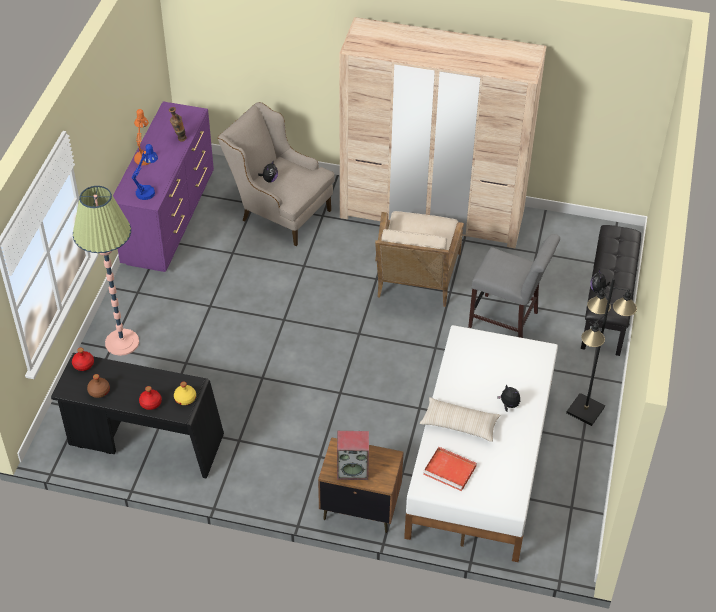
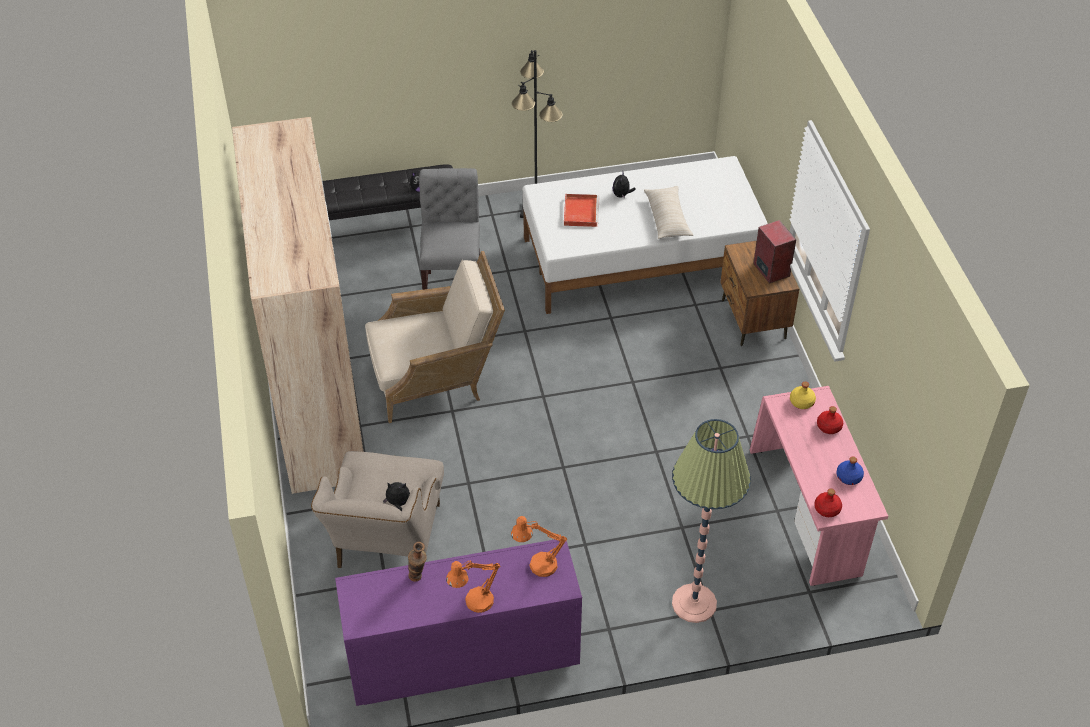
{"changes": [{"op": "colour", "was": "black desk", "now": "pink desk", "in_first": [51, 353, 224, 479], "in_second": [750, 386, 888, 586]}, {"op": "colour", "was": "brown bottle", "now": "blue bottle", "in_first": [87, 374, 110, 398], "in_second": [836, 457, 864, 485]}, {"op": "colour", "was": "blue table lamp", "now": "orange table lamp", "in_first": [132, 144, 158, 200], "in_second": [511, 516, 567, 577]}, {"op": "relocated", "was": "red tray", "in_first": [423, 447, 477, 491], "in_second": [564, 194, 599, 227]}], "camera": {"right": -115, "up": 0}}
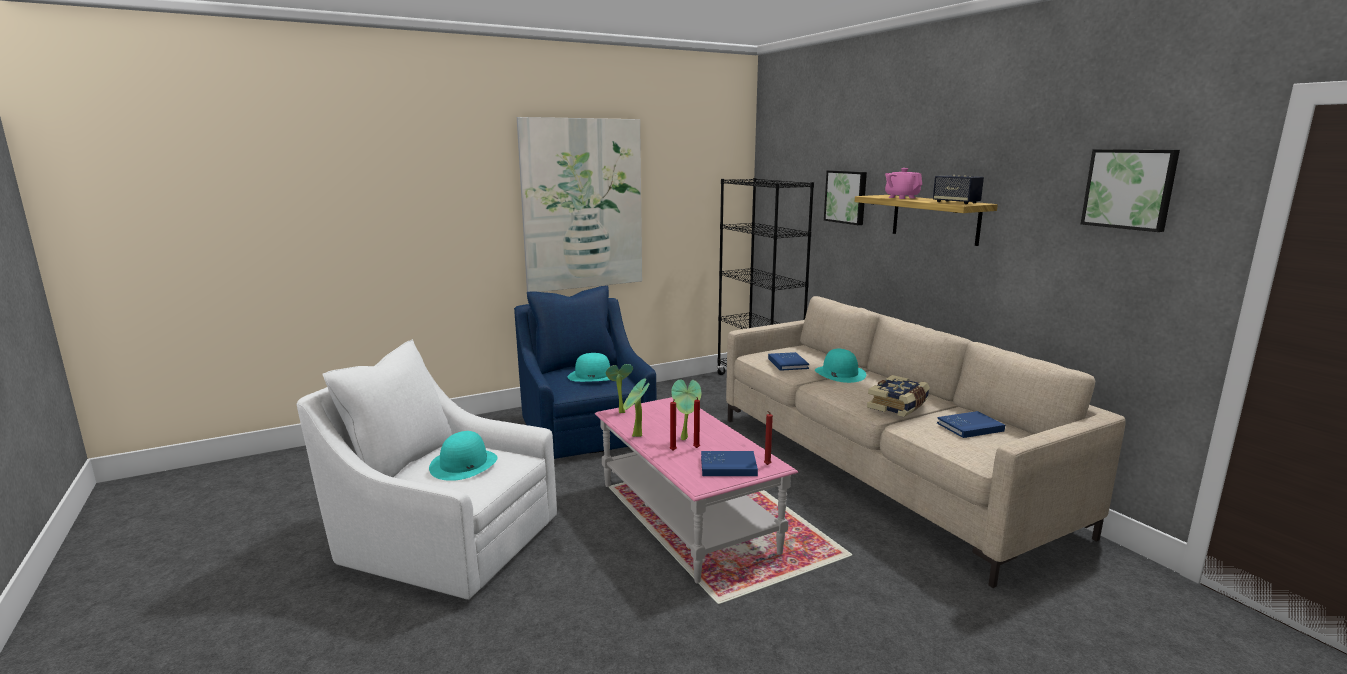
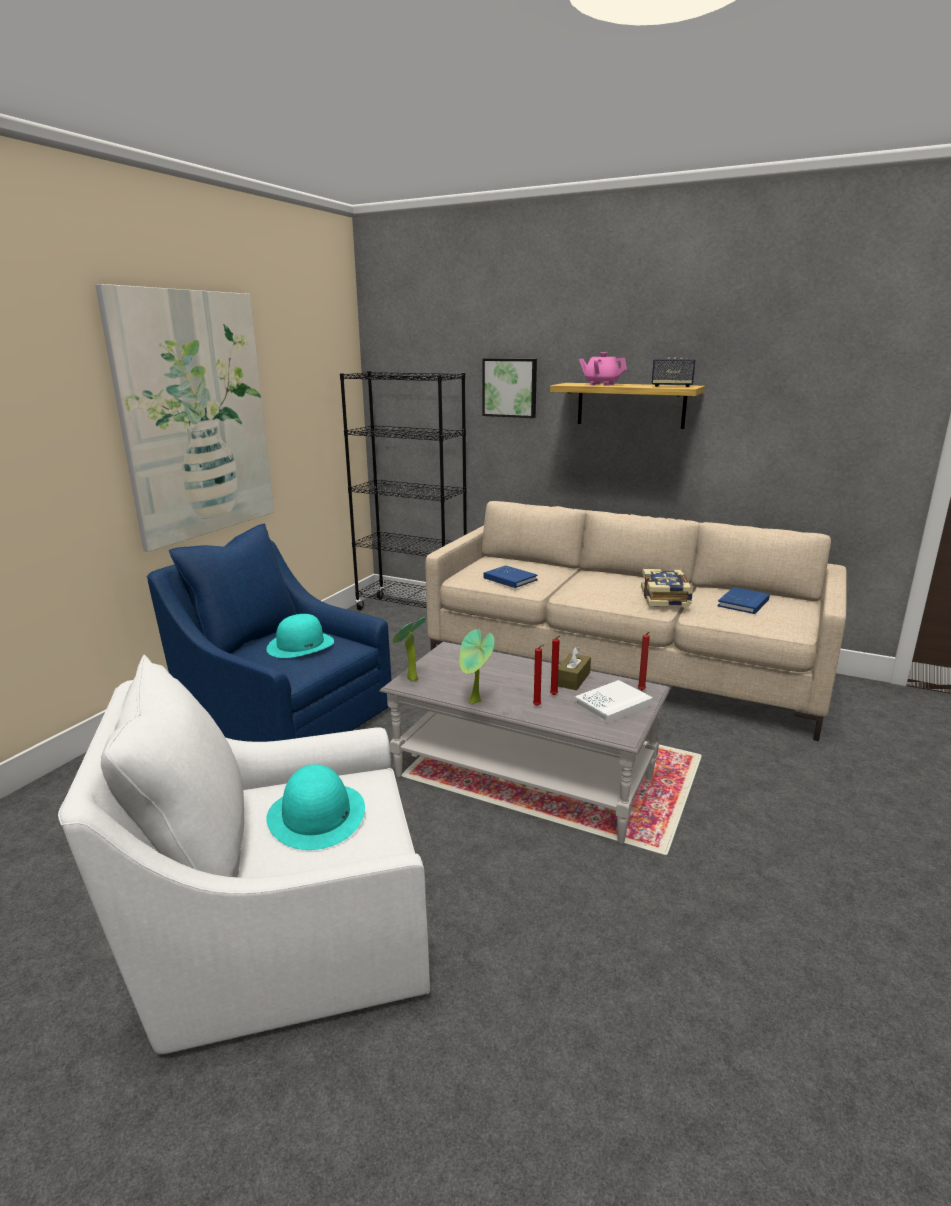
{"changes": [{"op": "colour", "was": "pink coffee table", "now": "grey coffee table", "in_first": [595, 397, 798, 584], "in_second": [379, 642, 671, 844]}, {"op": "missing", "was": "potted plant", "in_first": [671, 379, 701, 440]}, {"op": "colour", "was": "blue book", "now": "white book", "in_first": [701, 451, 758, 476], "in_second": [574, 680, 653, 723]}, {"op": "missing", "was": "turquoise hat", "in_first": [815, 349, 866, 383]}, {"op": "missing", "was": "picture", "in_first": [1081, 149, 1180, 232]}, {"op": "appeared", "now": "brown tissue box", "in_second": [558, 646, 591, 690]}], "camera": {"right": -35, "up": 5}}
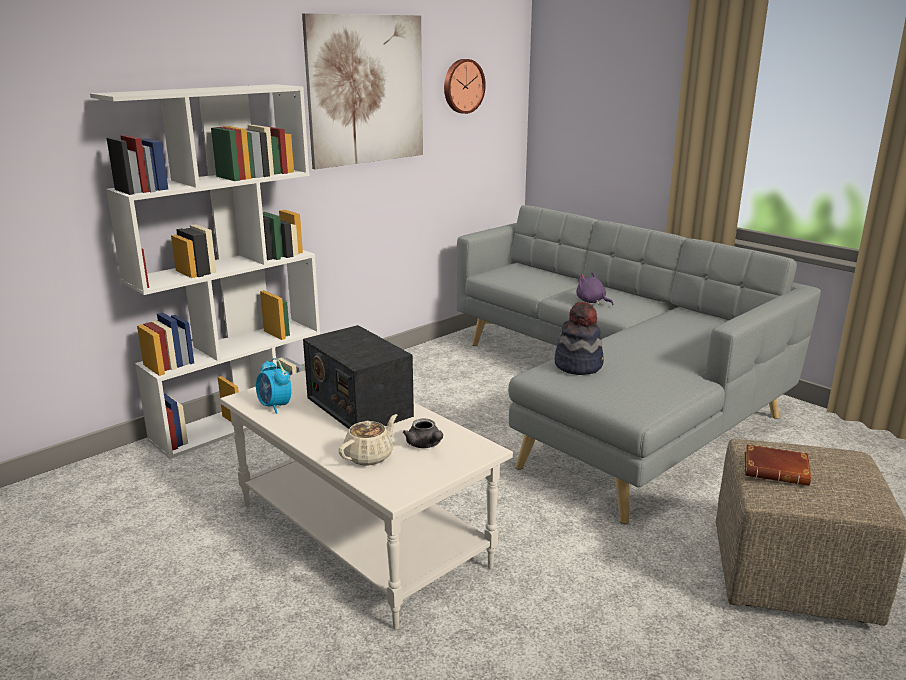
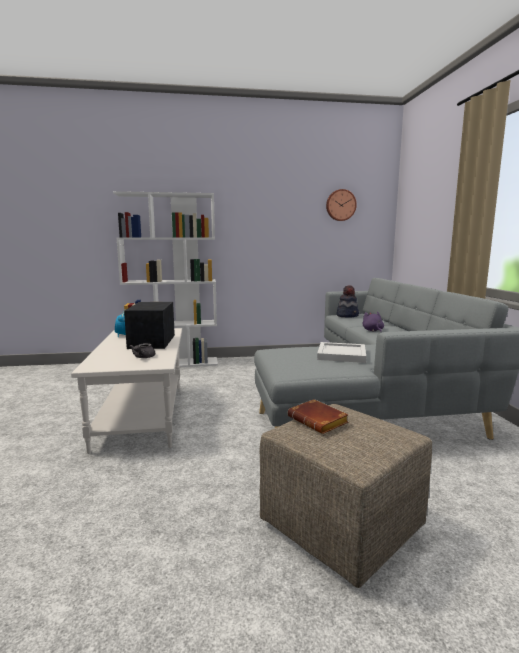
{"changes": [{"op": "missing", "was": "picture", "in_first": [302, 13, 423, 169]}, {"op": "missing", "was": "beige teapot", "in_first": [339, 414, 397, 466]}, {"op": "relocated", "was": "hat", "in_first": [555, 301, 604, 375], "in_second": [336, 285, 359, 318]}, {"op": "appeared", "now": "white tray", "in_second": [317, 342, 366, 363]}], "camera": {"right": 35, "up": -10}}
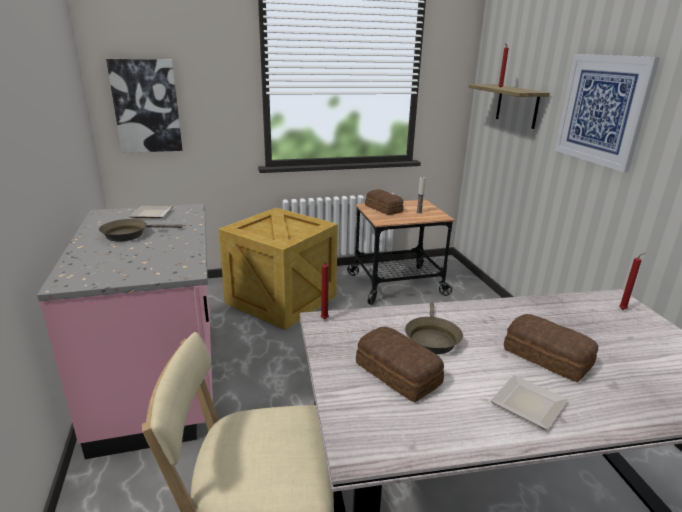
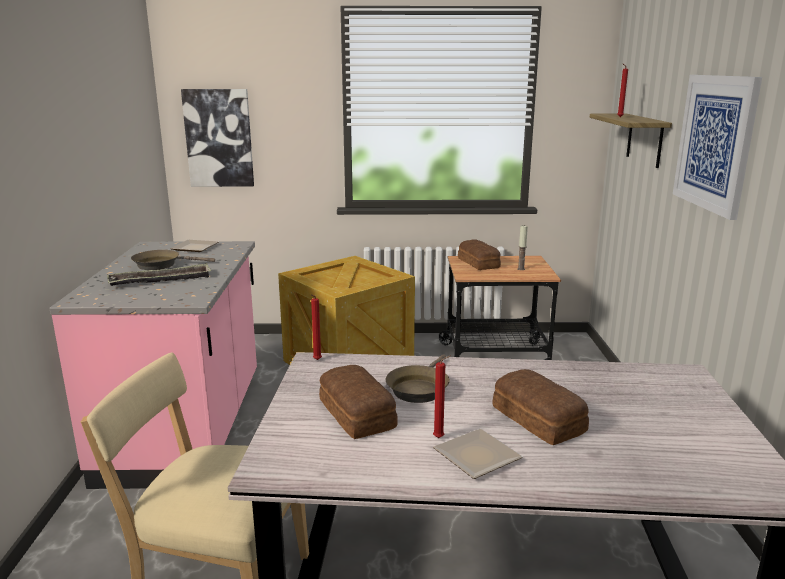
{"changes": [{"op": "relocated", "was": "red candle", "in_first": [619, 253, 645, 310], "in_second": [433, 355, 451, 438]}, {"op": "appeared", "now": "tray", "in_second": [107, 263, 211, 286]}], "camera": {"right": 15, "up": -5}}
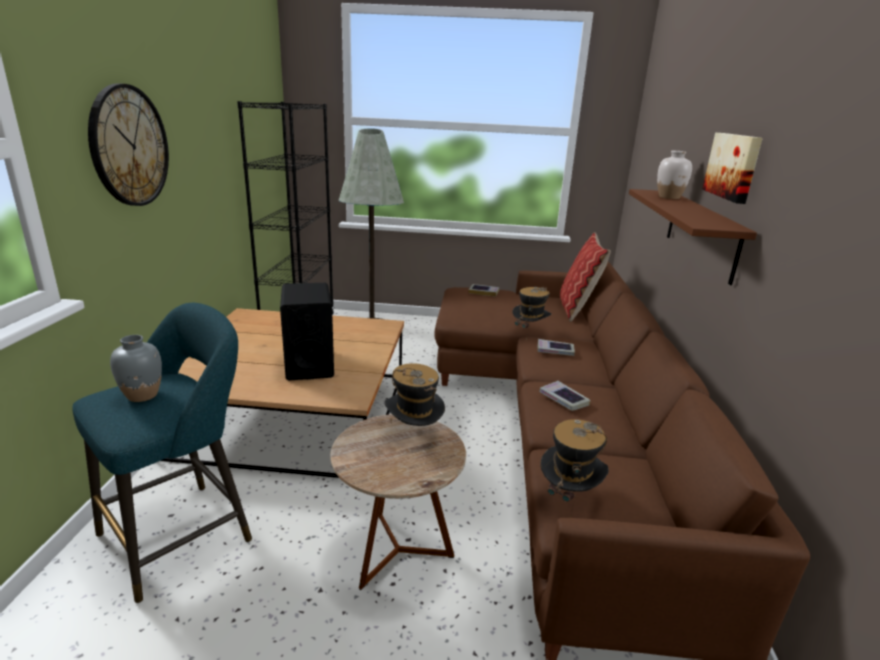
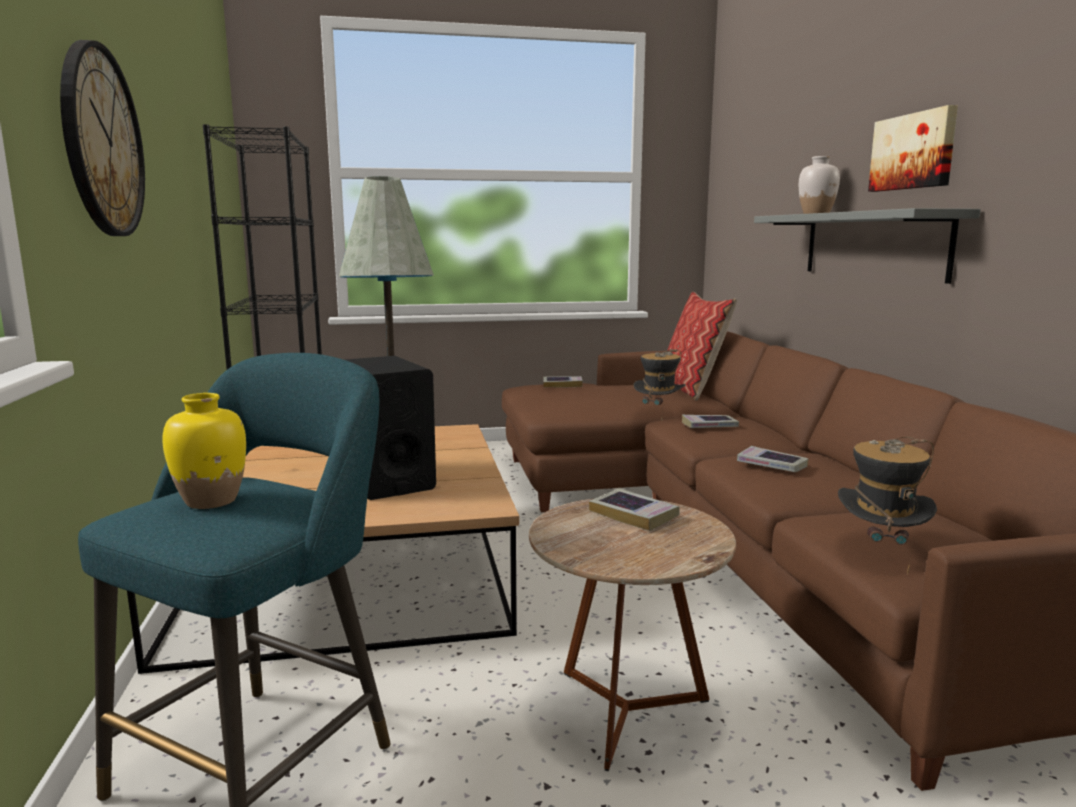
{"changes": [{"op": "colour", "was": "grey vase", "now": "yellow vase", "in_first": [110, 335, 162, 402], "in_second": [162, 393, 246, 509]}, {"op": "exchanged", "was": "hat", "now": "book", "in_first": [384, 363, 445, 426], "in_second": [589, 488, 680, 531]}, {"op": "colour", "was": "brown shelf", "now": "grey shelf", "in_first": [629, 189, 757, 285], "in_second": [754, 208, 981, 284]}], "camera": {"right": -15, "up": -10}}
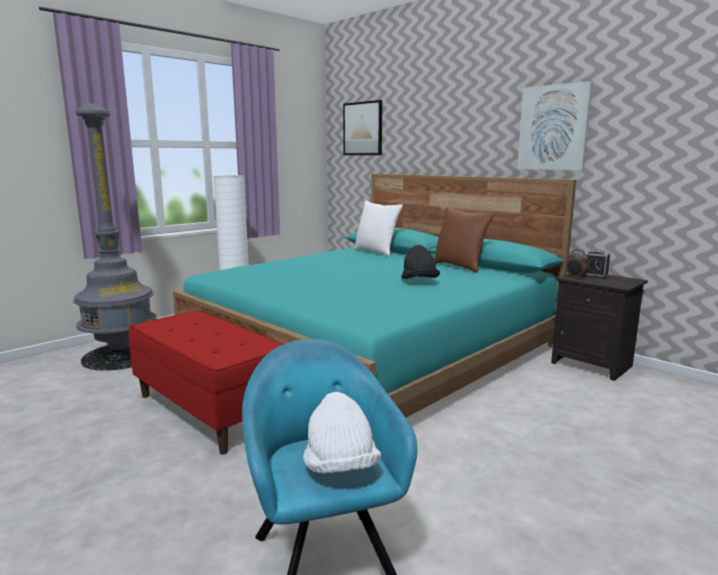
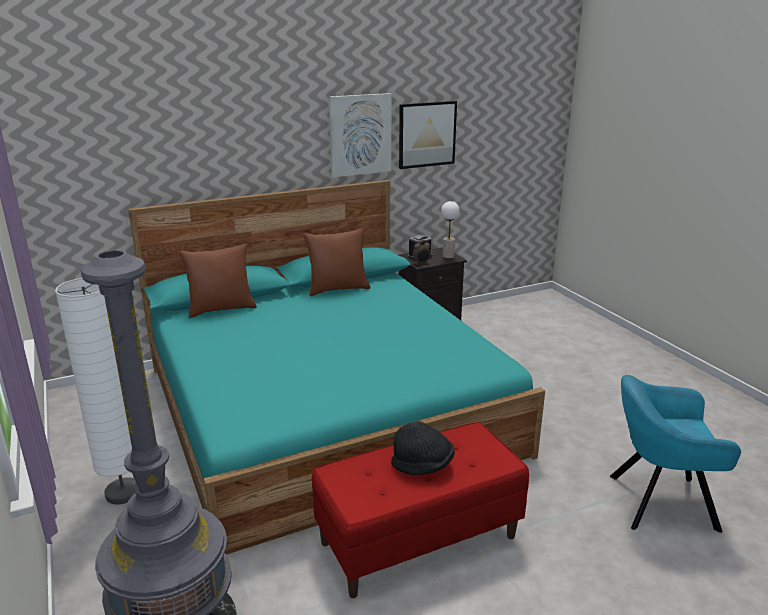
{"changes": [{"op": "missing", "was": "white hat", "in_first": [303, 392, 381, 473]}, {"op": "relocated", "was": "picture", "in_first": [343, 100, 382, 155], "in_second": [399, 101, 457, 169]}, {"op": "colour", "was": "white pillow", "now": "brown pillow", "in_first": [354, 201, 403, 256], "in_second": [179, 244, 257, 318]}, {"op": "relocated", "was": "black hat", "in_first": [401, 245, 440, 279], "in_second": [391, 421, 455, 475]}, {"op": "appeared", "now": "table lamp", "in_second": [441, 201, 460, 258]}], "camera": {"right": -70, "up": 10}}
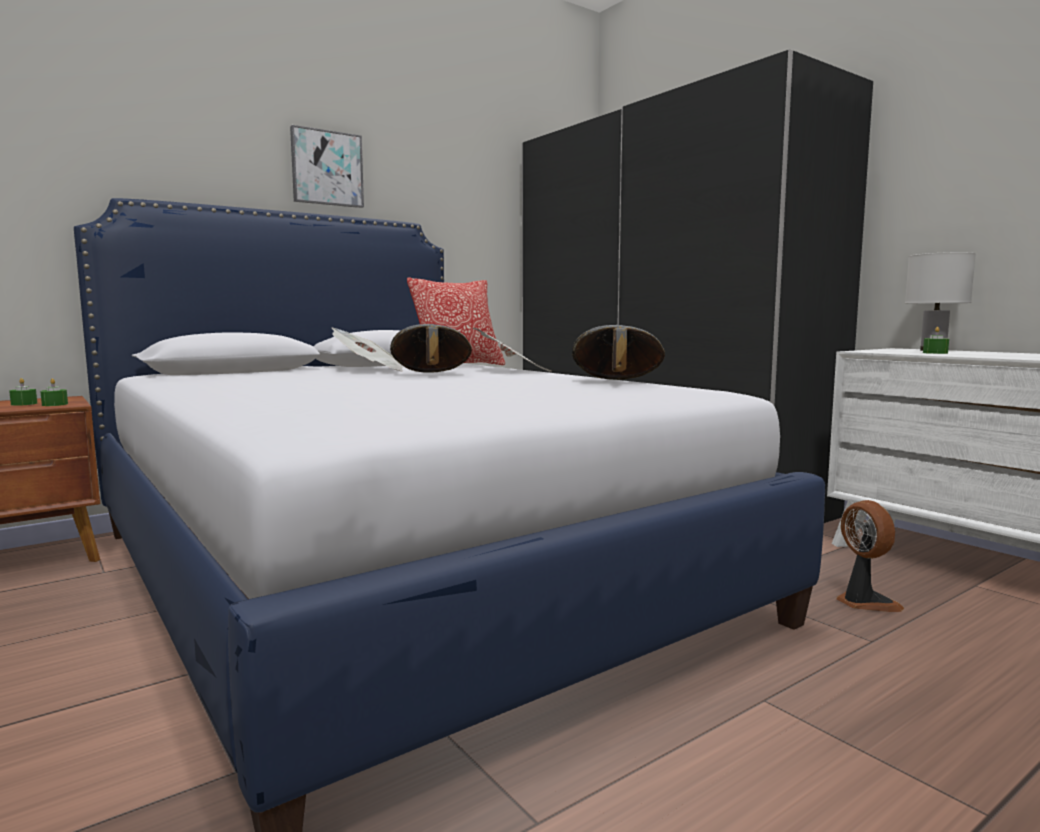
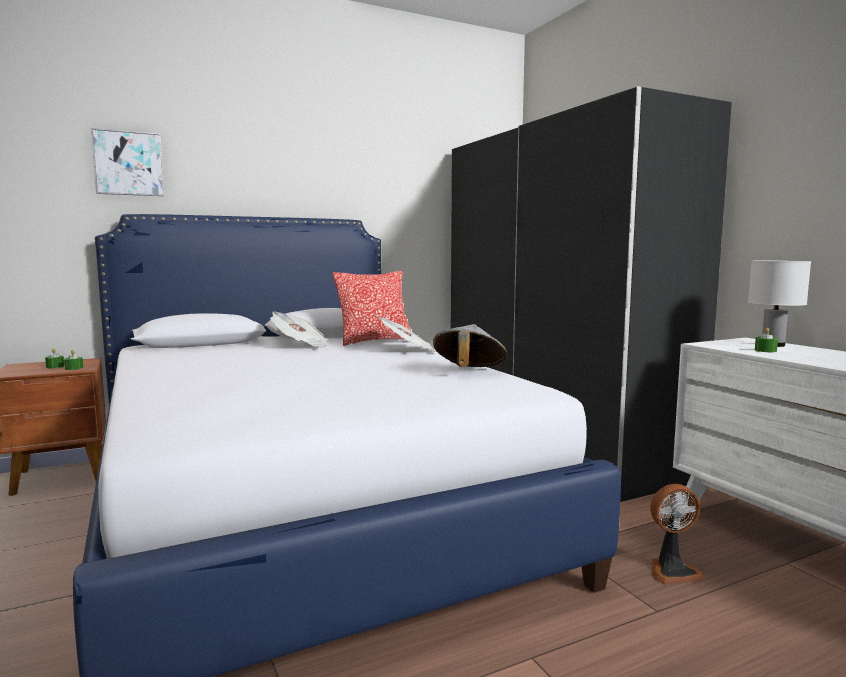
{"changes": [{"op": "relocated", "was": "picture", "in_first": [290, 125, 364, 208], "in_second": [91, 128, 164, 196]}, {"op": "missing", "was": "grey hat", "in_first": [390, 324, 472, 373]}, {"op": "spun", "was": "fan", "in_first": [836, 500, 904, 612], "in_second": [650, 484, 705, 584], "clockwise": 90}], "camera": {"right": 10, "up": 0}}
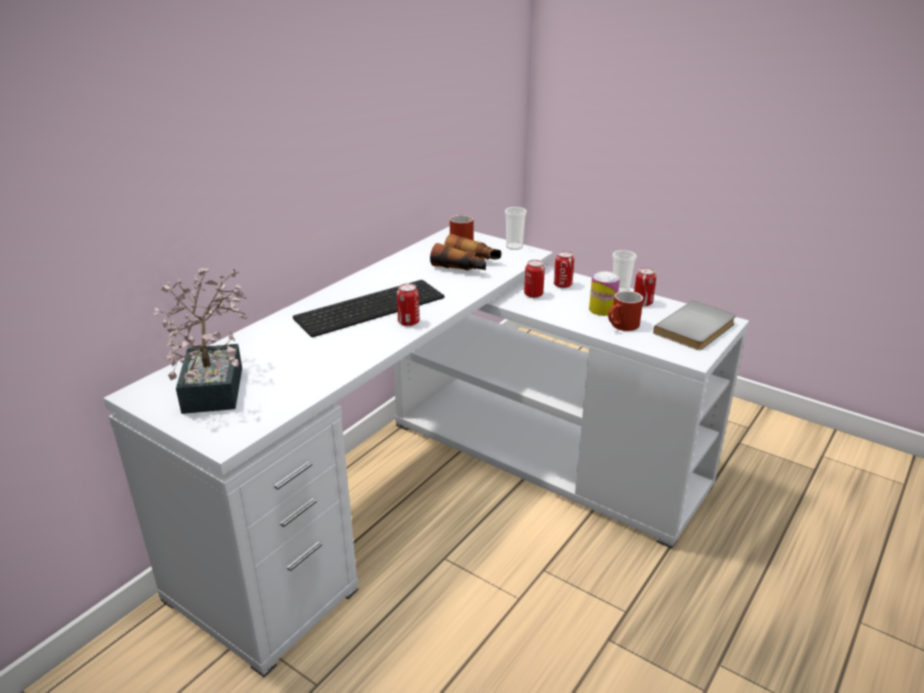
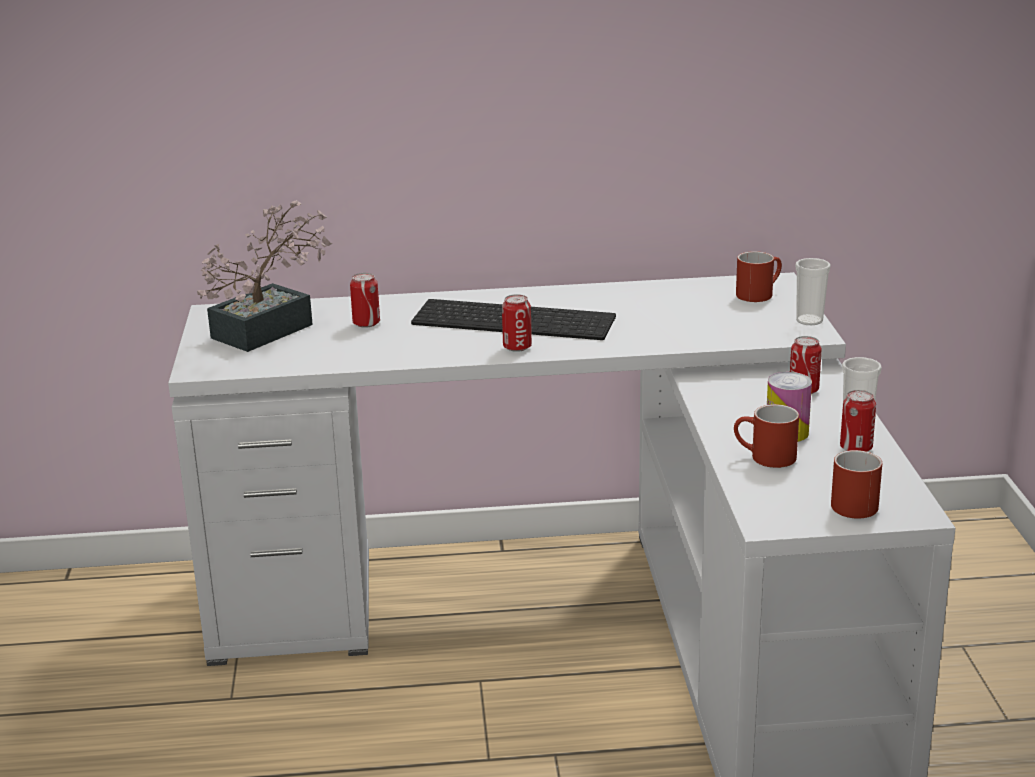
{"changes": [{"op": "missing", "was": "binoculars", "in_first": [430, 234, 501, 270]}, {"op": "relocated", "was": "can", "in_first": [524, 260, 545, 298], "in_second": [350, 273, 380, 328]}, {"op": "exchanged", "was": "grey book", "now": "red mug", "in_first": [653, 300, 736, 350], "in_second": [831, 450, 882, 519]}], "camera": {"right": 50, "up": -5}}
